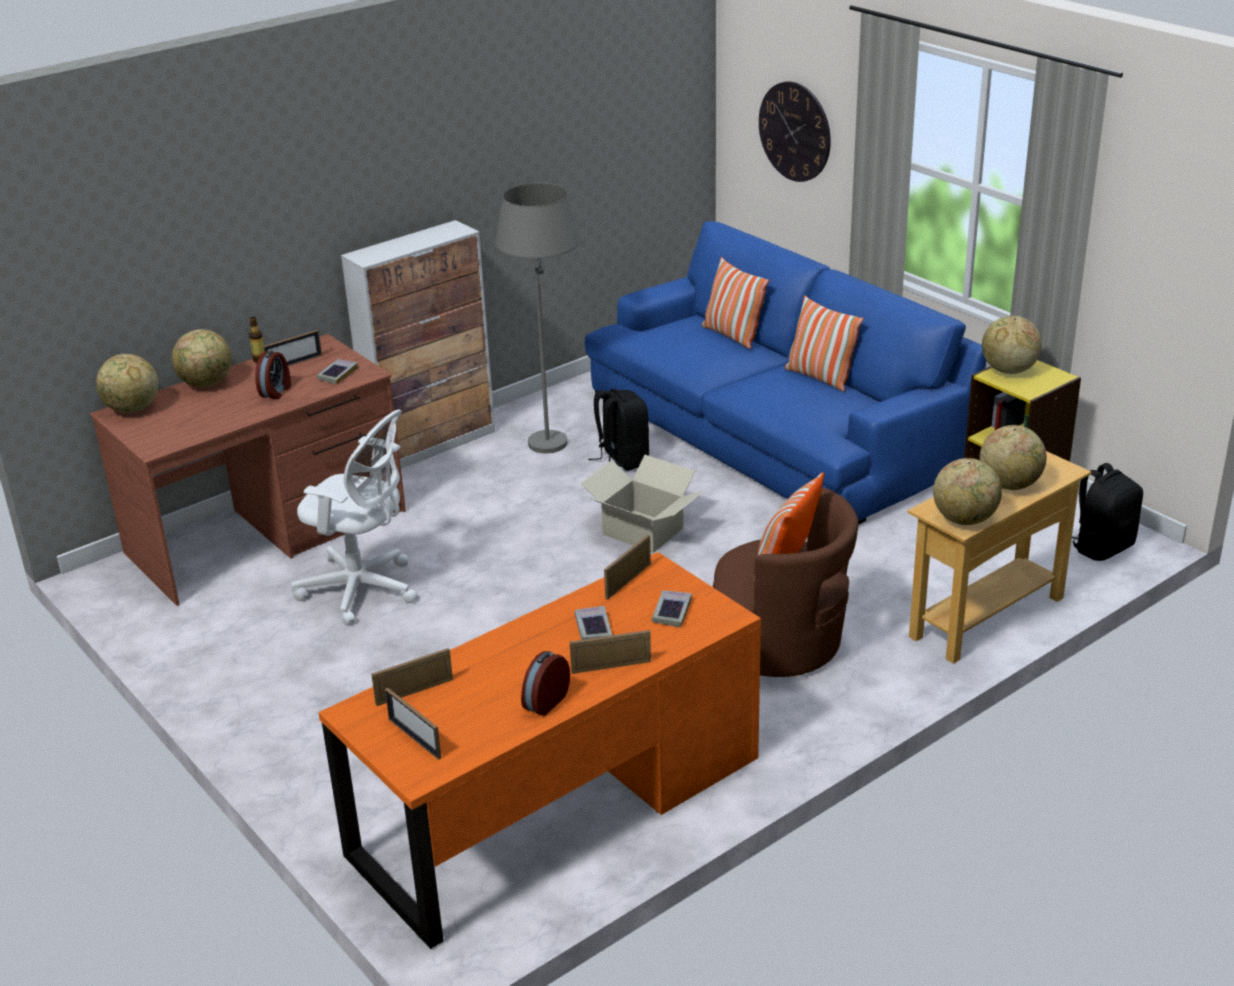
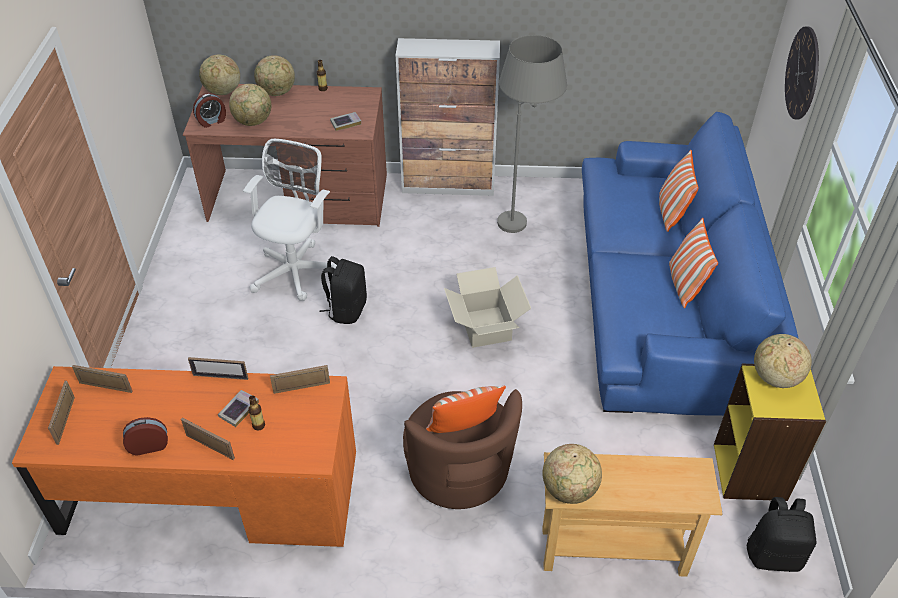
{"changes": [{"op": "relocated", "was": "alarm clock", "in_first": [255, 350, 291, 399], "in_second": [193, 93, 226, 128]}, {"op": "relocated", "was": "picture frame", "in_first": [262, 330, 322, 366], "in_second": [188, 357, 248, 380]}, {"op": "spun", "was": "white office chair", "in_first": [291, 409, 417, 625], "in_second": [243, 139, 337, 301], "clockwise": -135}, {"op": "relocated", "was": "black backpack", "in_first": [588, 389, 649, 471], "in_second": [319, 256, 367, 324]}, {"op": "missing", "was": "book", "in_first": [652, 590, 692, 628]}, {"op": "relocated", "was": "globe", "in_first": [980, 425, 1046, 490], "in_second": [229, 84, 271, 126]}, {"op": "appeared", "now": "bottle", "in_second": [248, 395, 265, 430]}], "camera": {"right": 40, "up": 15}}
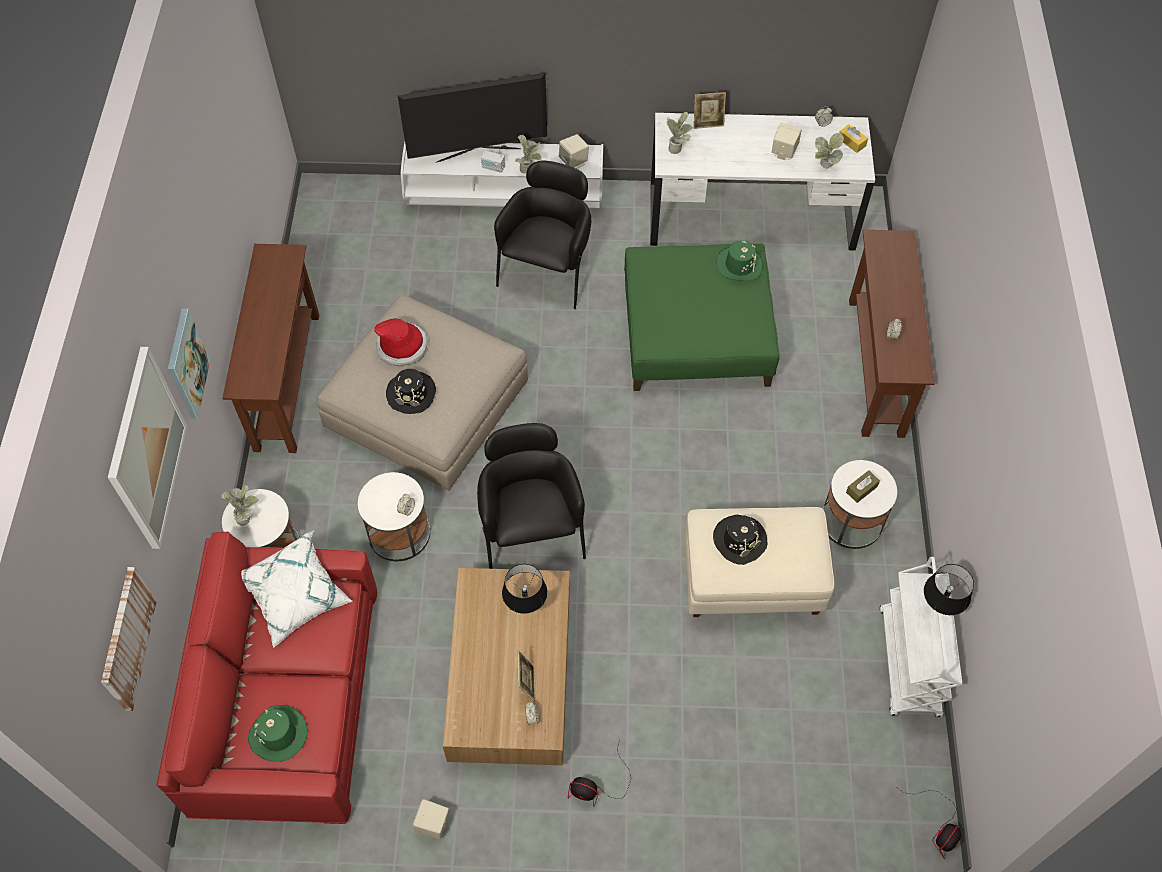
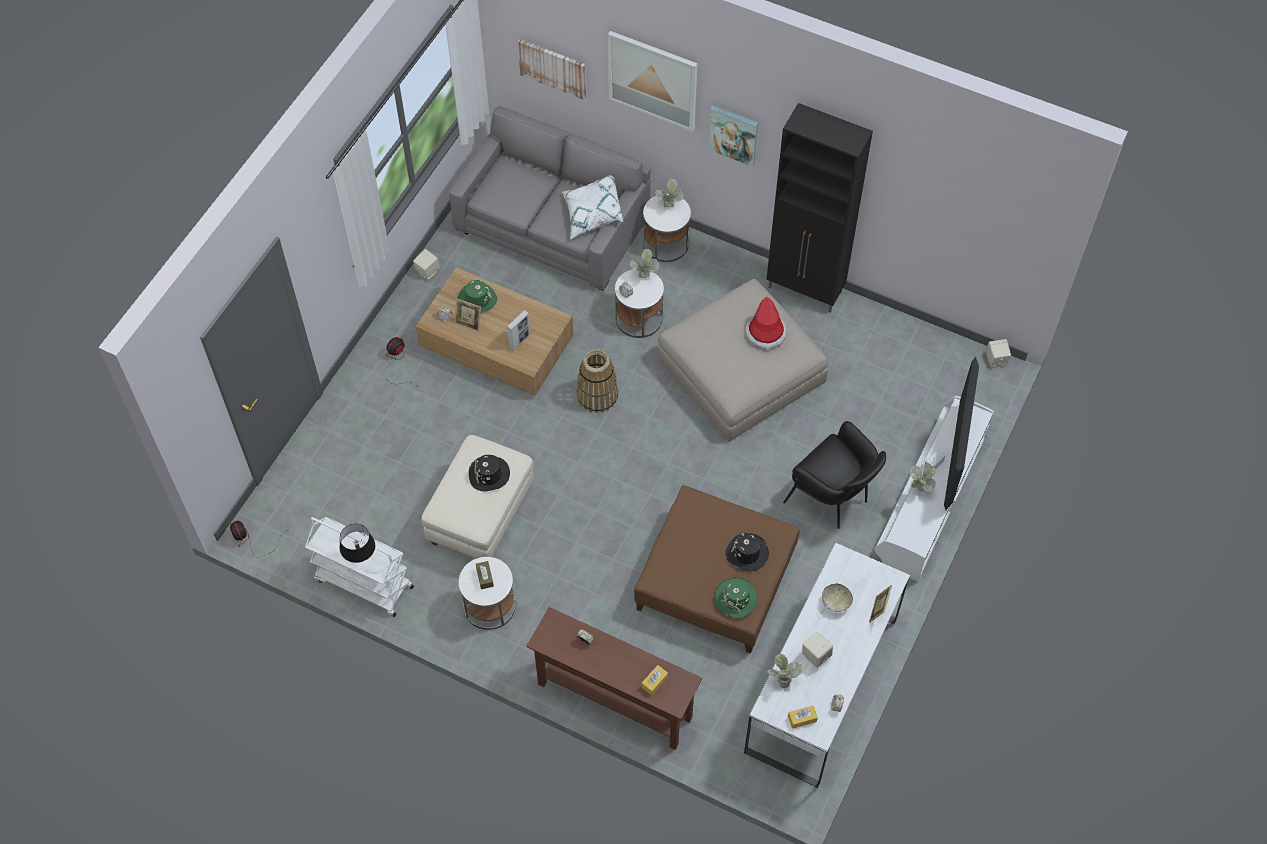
{"changes": [{"op": "colour", "was": "red sofa", "now": "grey sofa", "in_first": [157, 531, 377, 824], "in_second": [449, 106, 651, 291]}, {"op": "exchanged", "was": "brown console table", "now": "black cabinet", "in_first": [222, 244, 319, 453], "in_second": [766, 103, 873, 313]}, {"op": "relocated", "was": "green hat", "in_first": [248, 705, 308, 762], "in_second": [458, 280, 497, 314]}, {"op": "relocated", "was": "black hat", "in_first": [386, 369, 436, 414], "in_second": [725, 533, 769, 571]}, {"op": "exchanged", "was": "black armchair", "now": "basket", "in_first": [477, 423, 586, 569], "in_second": [577, 349, 618, 413]}, {"op": "exchanged", "was": "black table lamp", "now": "picture frame", "in_first": [502, 564, 547, 614], "in_second": [507, 310, 530, 351]}, {"op": "relocated", "was": "beige speaker", "in_first": [559, 134, 589, 169], "in_second": [986, 339, 1011, 368]}, {"op": "colour", "was": "green ottoman", "now": "brown ottoman", "in_first": [624, 244, 779, 391], "in_second": [634, 486, 800, 653]}, {"op": "relocated", "was": "potted plant", "in_first": [667, 112, 693, 154], "in_second": [629, 249, 659, 278]}, {"op": "appeared", "now": "yellow tissue box", "in_second": [641, 665, 668, 695]}, {"op": "appeared", "now": "bowl", "in_second": [822, 584, 853, 612]}], "camera": {"right": 115, "up": 0}}
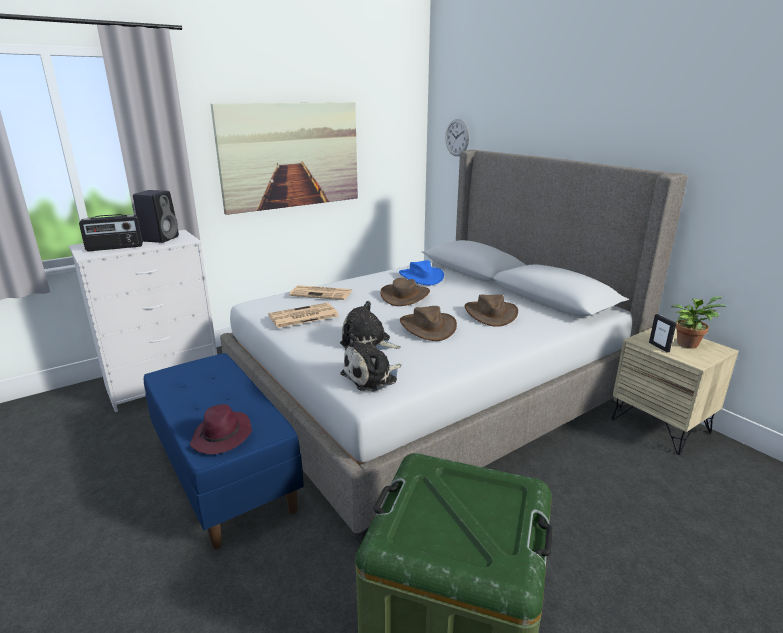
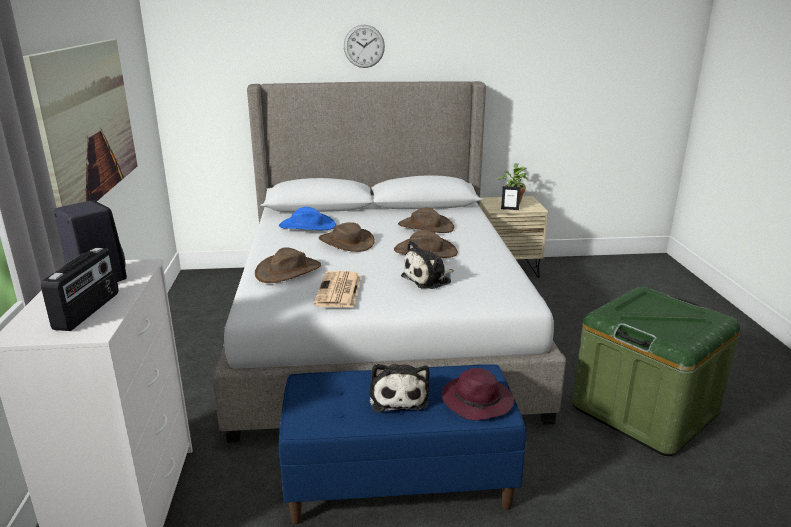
{"changes": [{"op": "exchanged", "was": "newspaper", "now": "brown hat", "in_first": [289, 285, 352, 300], "in_second": [255, 248, 321, 283]}, {"op": "relocated", "was": "plush toy", "in_first": [340, 334, 401, 391], "in_second": [369, 364, 430, 412]}, {"op": "relocated", "was": "wall clock", "in_first": [445, 119, 469, 156], "in_second": [344, 25, 385, 68]}], "camera": {"right": -60, "up": 0}}
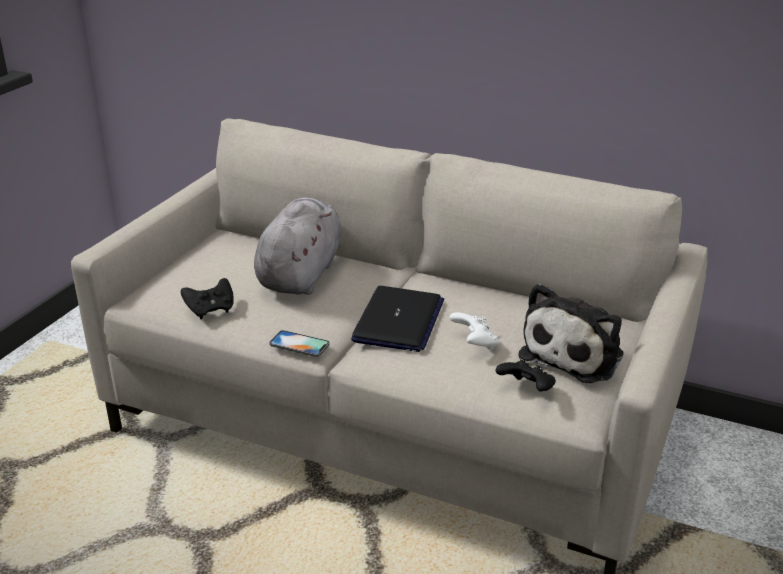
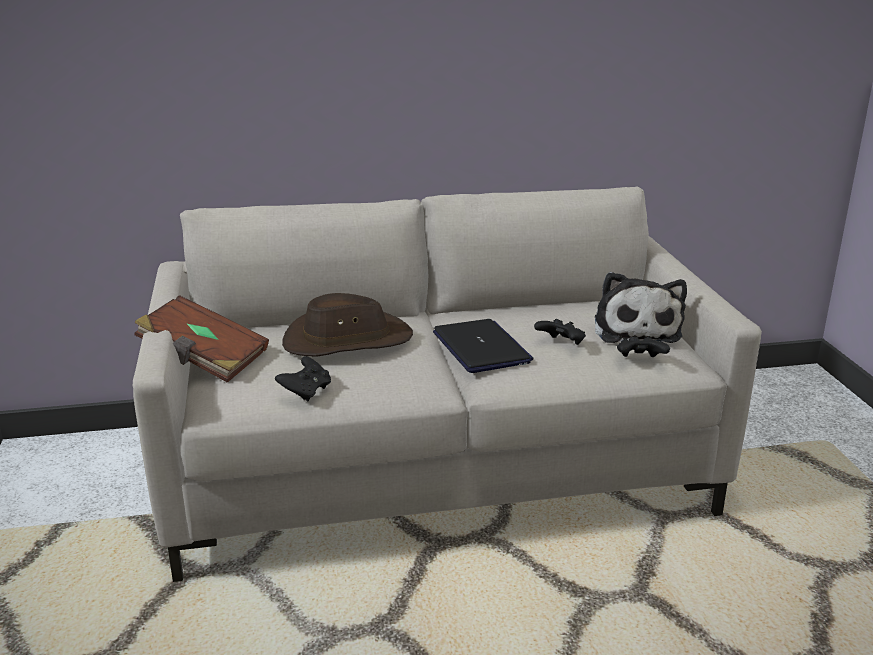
{"changes": [{"op": "exchanged", "was": "grey plush toy", "now": "brown hat", "in_first": [254, 197, 341, 295], "in_second": [282, 293, 413, 357]}, {"op": "missing", "was": "phone", "in_first": [269, 330, 330, 357]}, {"op": "colour", "was": "white game controller", "now": "black game controller", "in_first": [450, 312, 499, 350], "in_second": [534, 319, 586, 345]}, {"op": "appeared", "now": "brown book", "in_second": [134, 295, 269, 383]}], "camera": {"right": -35, "up": -5}}
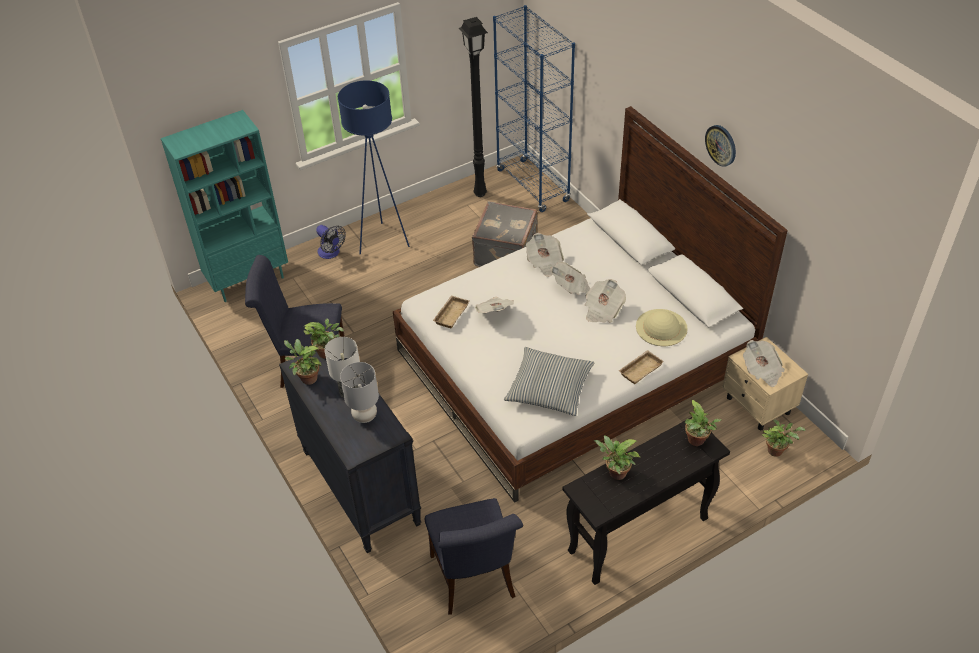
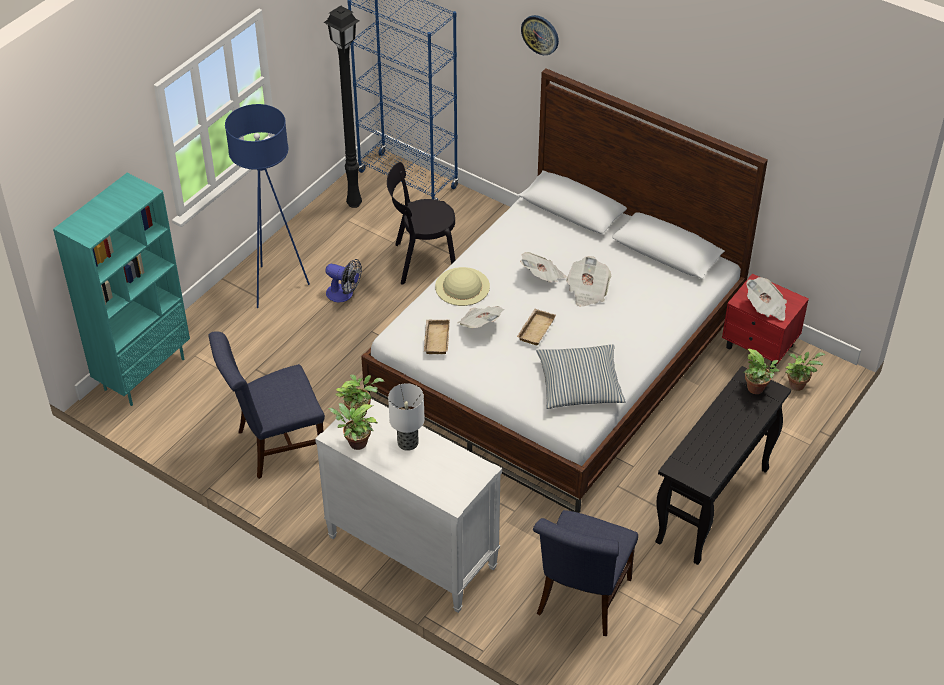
{"changes": [{"op": "colour", "was": "black dresser", "now": "white dresser", "in_first": [279, 350, 421, 553], "in_second": [315, 399, 502, 613]}, {"op": "relocated", "was": "fan", "in_first": [316, 225, 346, 259], "in_second": [325, 259, 362, 303]}, {"op": "missing", "was": "grey table lamp", "in_first": [340, 362, 379, 423]}, {"op": "spun", "was": "blue chair", "in_first": [425, 498, 523, 614], "in_second": [533, 510, 638, 636], "clockwise": 60}, {"op": "exchanged", "was": "grey suitcase", "now": "black chair", "in_first": [472, 201, 538, 267], "in_second": [387, 162, 456, 284]}, {"op": "missing", "was": "newspaper", "in_first": [526, 233, 564, 277]}, {"op": "missing", "was": "potted plant", "in_first": [594, 436, 640, 480]}, {"op": "relocated", "was": "beige tray", "in_first": [619, 350, 664, 384], "in_second": [517, 309, 556, 346]}, {"op": "relocated", "was": "beige hat", "in_first": [636, 309, 688, 346], "in_second": [435, 267, 490, 306]}, {"op": "relocated", "was": "wall clock", "in_first": [705, 125, 736, 167], "in_second": [521, 15, 559, 55]}, {"op": "colour", "was": "beige nightstand", "now": "red nightstand", "in_first": [723, 337, 808, 430], "in_second": [722, 274, 809, 369]}], "camera": {"right": -25, "up": 0}}
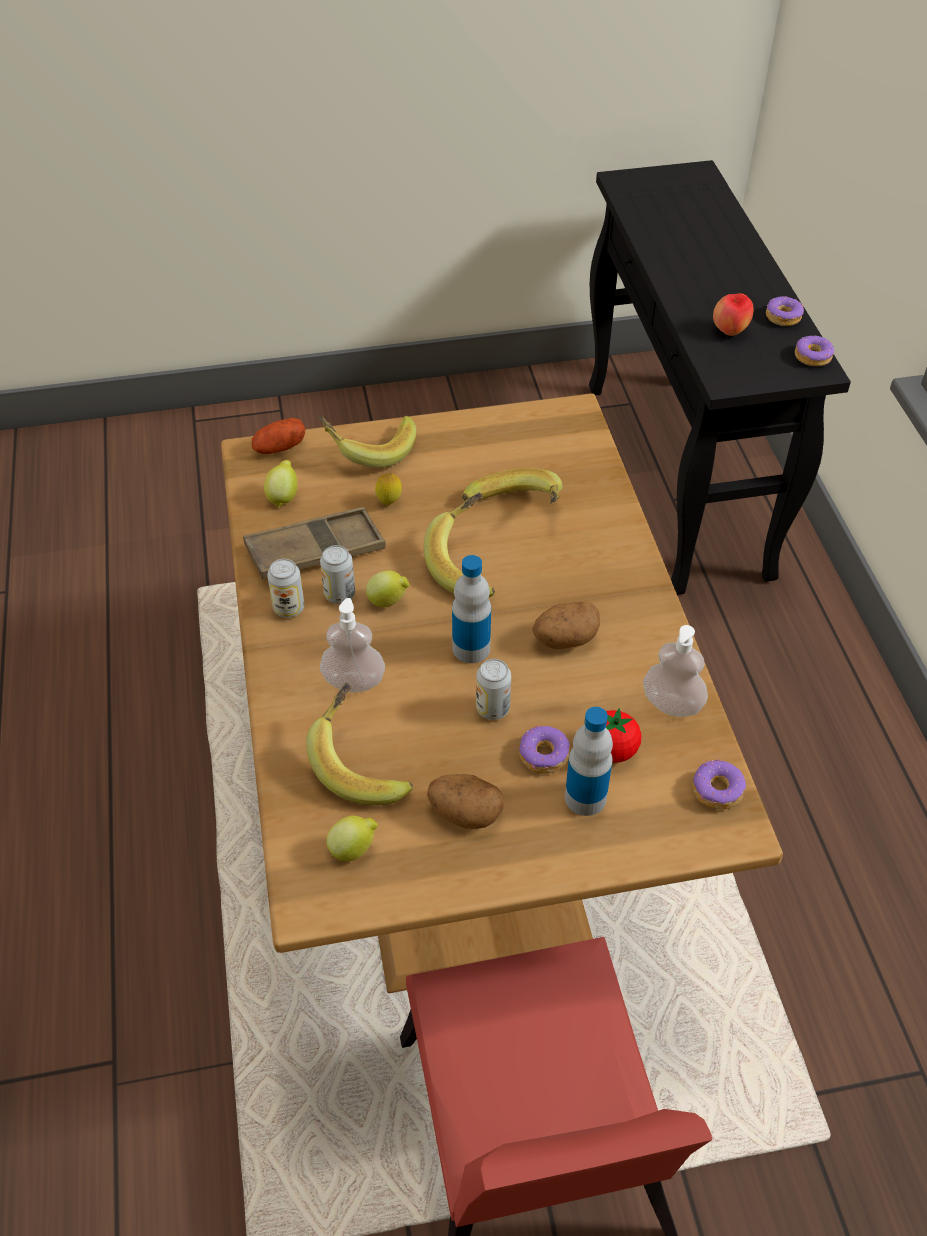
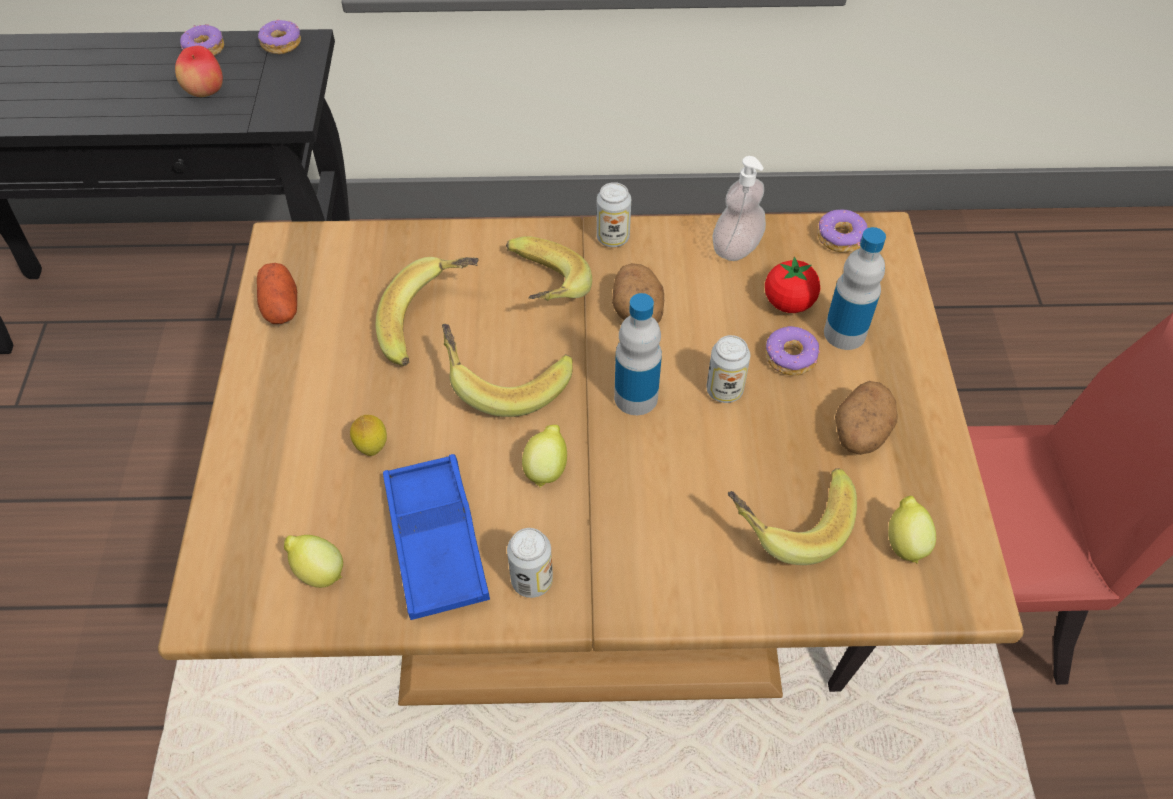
{"changes": [{"op": "colour", "was": "brown tray", "now": "blue tray", "in_first": [243, 507, 386, 579], "in_second": [383, 454, 490, 620]}, {"op": "relocated", "was": "potato", "in_first": [252, 418, 305, 454], "in_second": [257, 263, 297, 324]}, {"op": "relocated", "was": "banana", "in_first": [318, 416, 417, 468], "in_second": [506, 236, 592, 301]}, {"op": "relocated", "was": "can", "in_first": [320, 545, 355, 604], "in_second": [596, 182, 631, 247]}, {"op": "missing", "was": "soap dispenser", "in_first": [320, 598, 385, 692]}], "camera": {"right": -80, "up": 5}}
